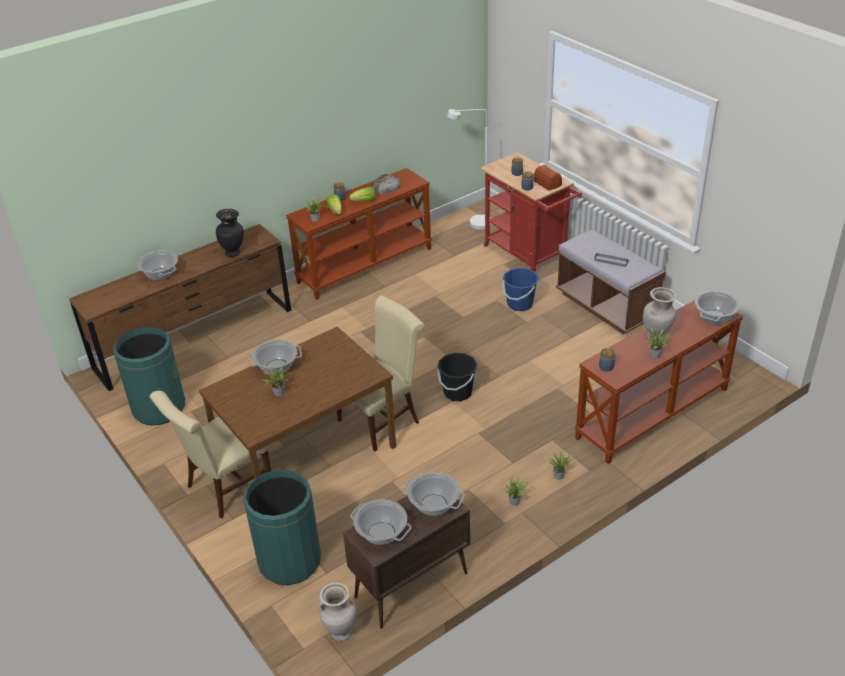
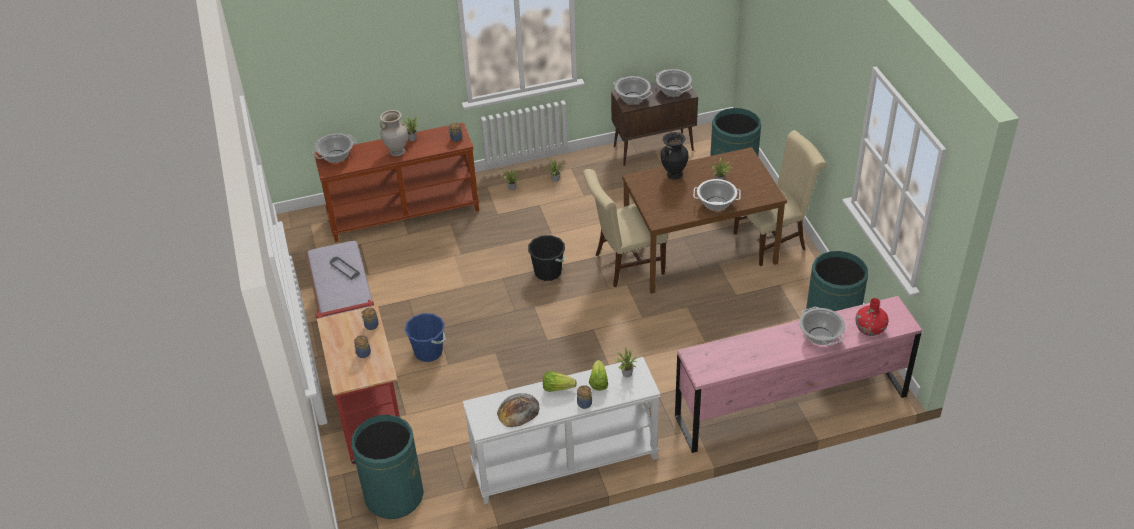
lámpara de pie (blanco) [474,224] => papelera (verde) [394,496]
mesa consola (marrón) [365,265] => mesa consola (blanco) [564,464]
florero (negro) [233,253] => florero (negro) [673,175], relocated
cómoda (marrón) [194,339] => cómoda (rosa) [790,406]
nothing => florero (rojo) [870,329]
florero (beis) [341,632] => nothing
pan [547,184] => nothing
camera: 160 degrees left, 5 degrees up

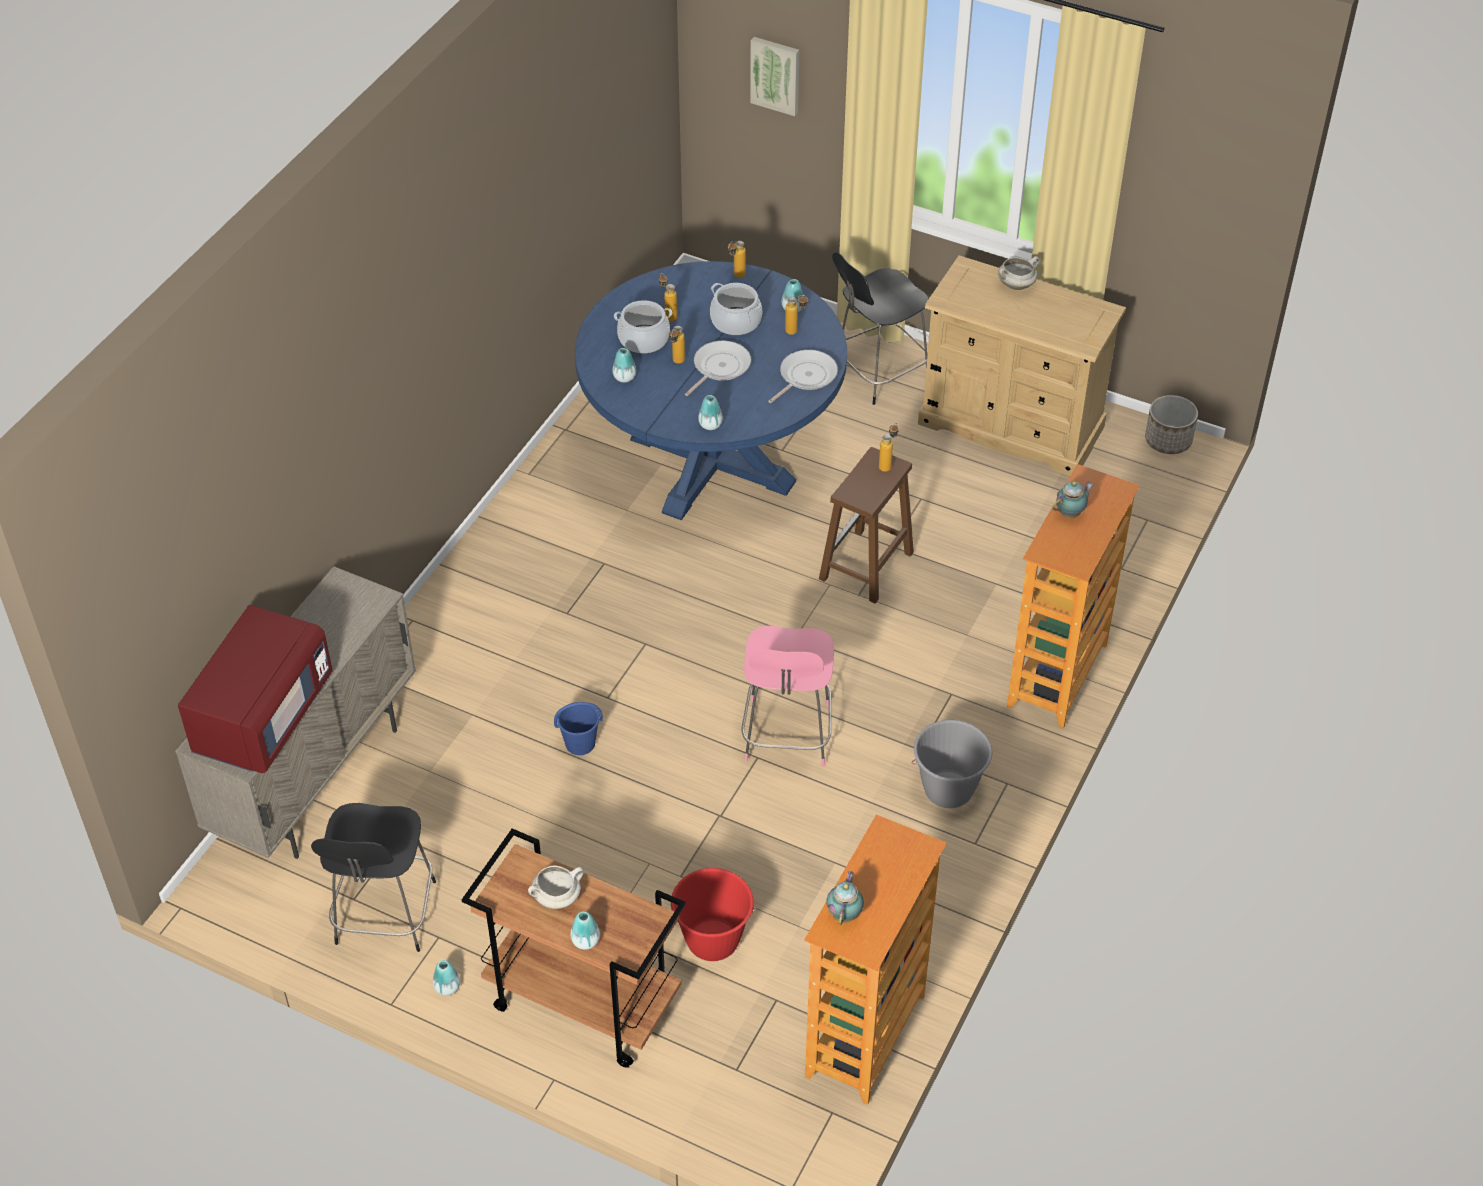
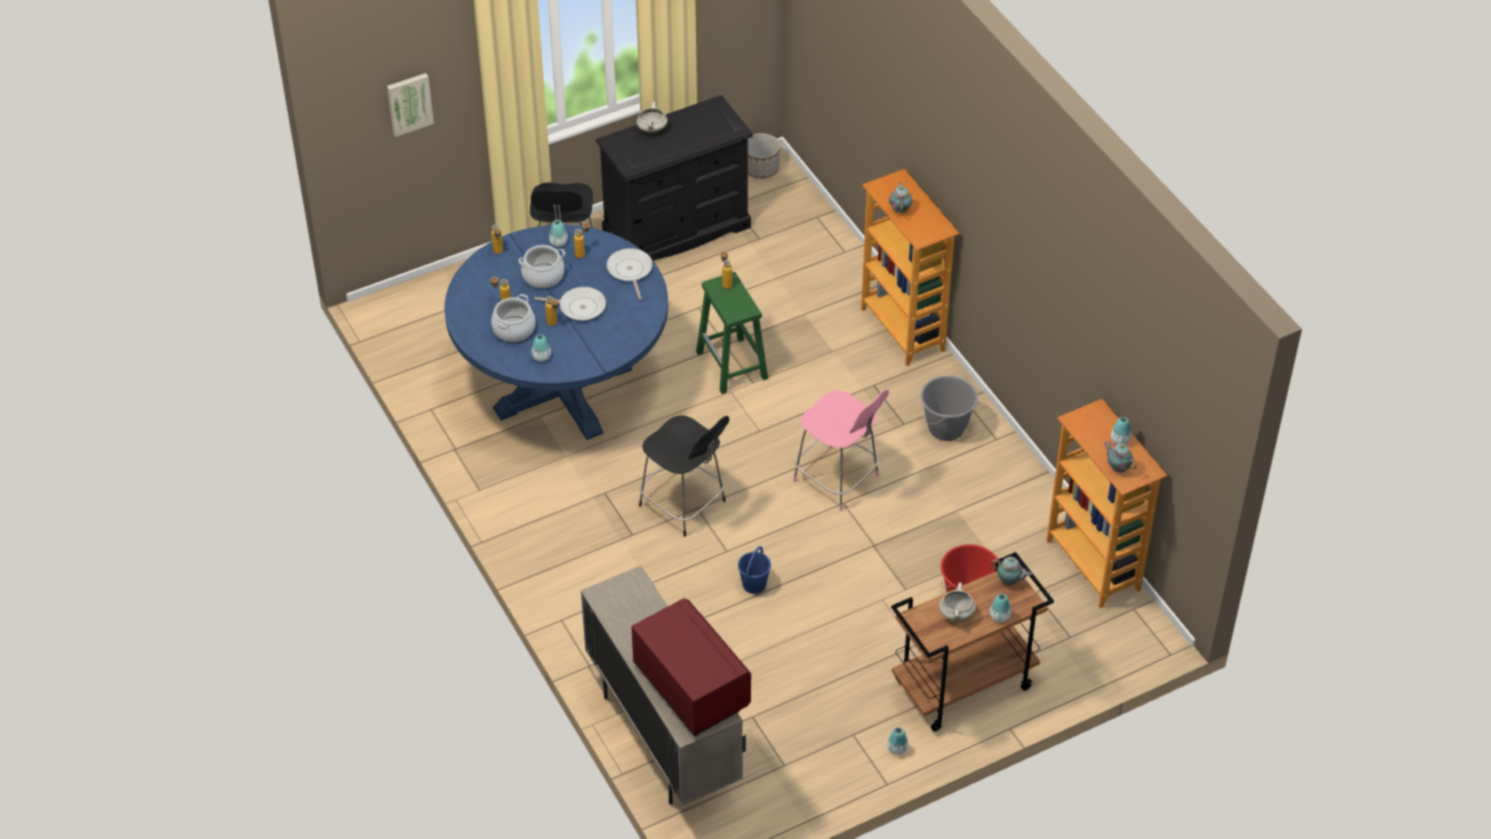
sartén [719,367] => sartén [579,307], 120 degrees clockwise
cómoda (beis) [1011,426] => cómoda (negro) [677,230]
silla (negro) [384,916] => silla (negro) [684,505], relocated
taburete (marrón) [866,567] => taburete (verde) [732,366]
nothing => tetera [1010,581]
florero [710,425] => florero [1120,440], relocated
camera: 55 degrees left, 0 degrees up

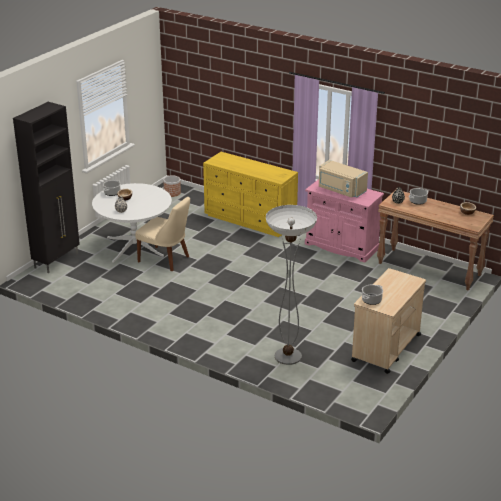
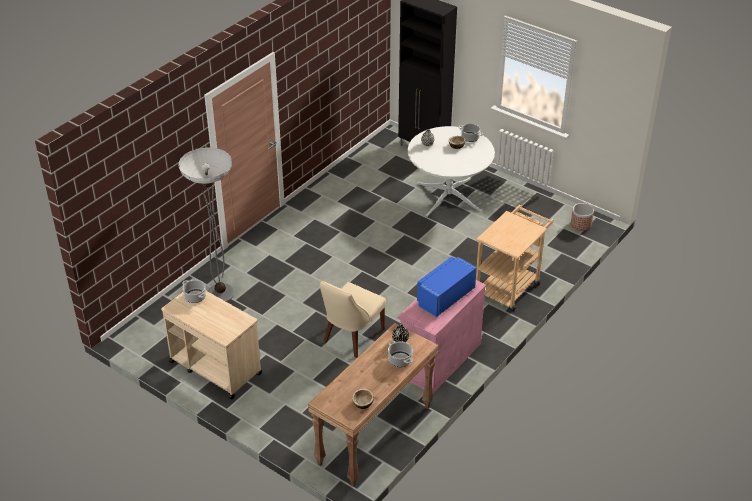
silla (beis) [165,259] => silla (beis) [351,337], relocated
microondas (beis) [341,190] => microondas (azul) [444,297]
cómoda (amarillo) [250,220] => carrito (beis) [510,285]
camera: 95 degrees right, 10 degrees up

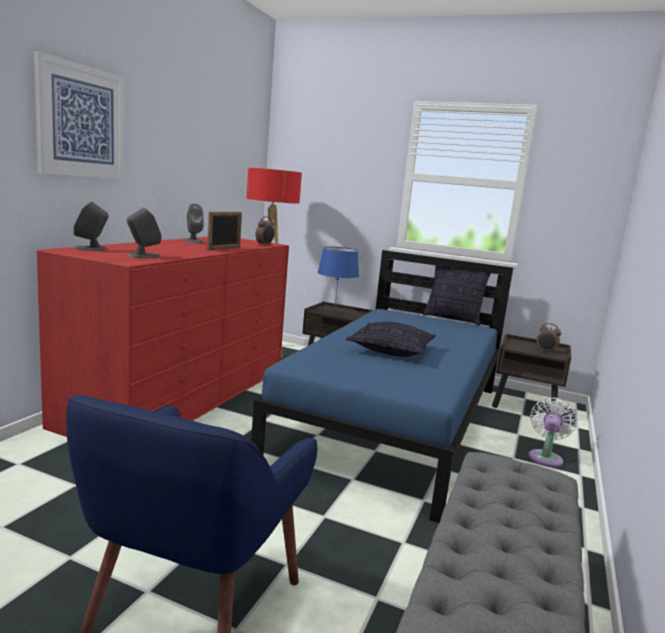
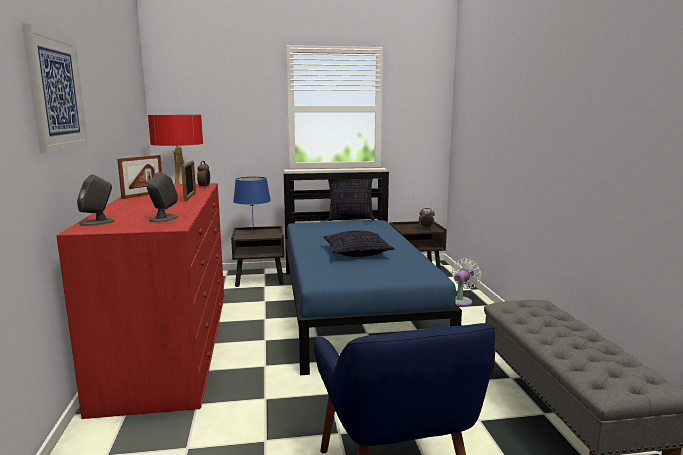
altavoz (gris) [193,241] => portarretratos [143,195]
ventilador (blanco) [545,457] => ventilador (blanco) [461,301], 45 degrees clockwise
camera: 30 degrees left, 0 degrees up

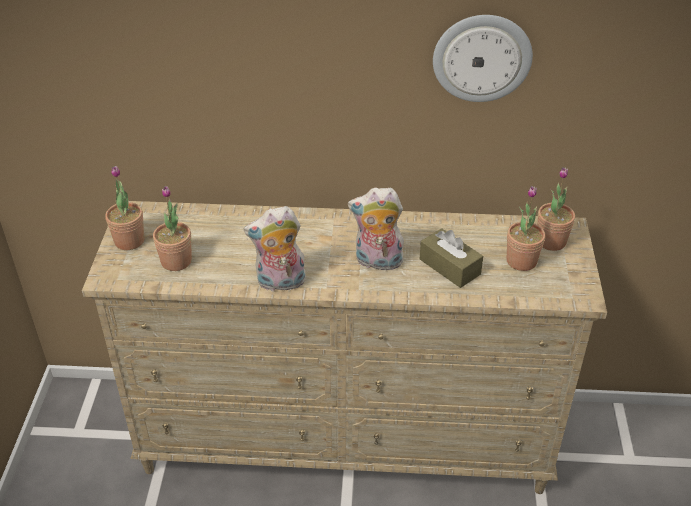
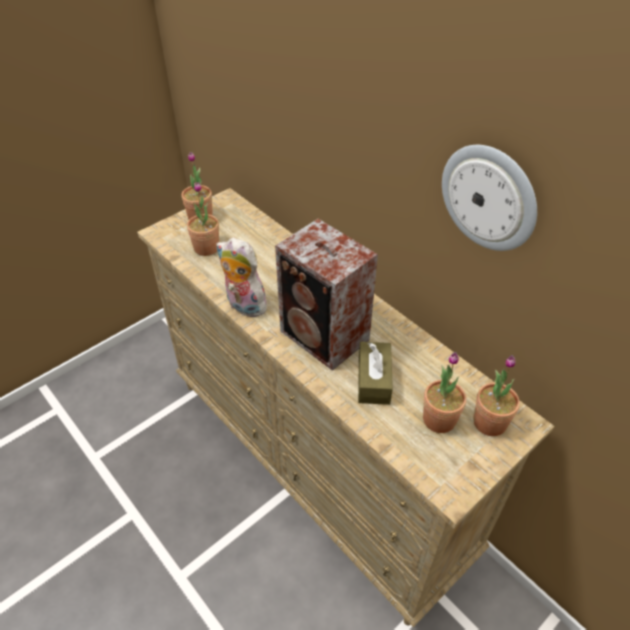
peluche [377,262] => altavoz [325,337]
camera: 45 degrees right, 5 degrees up

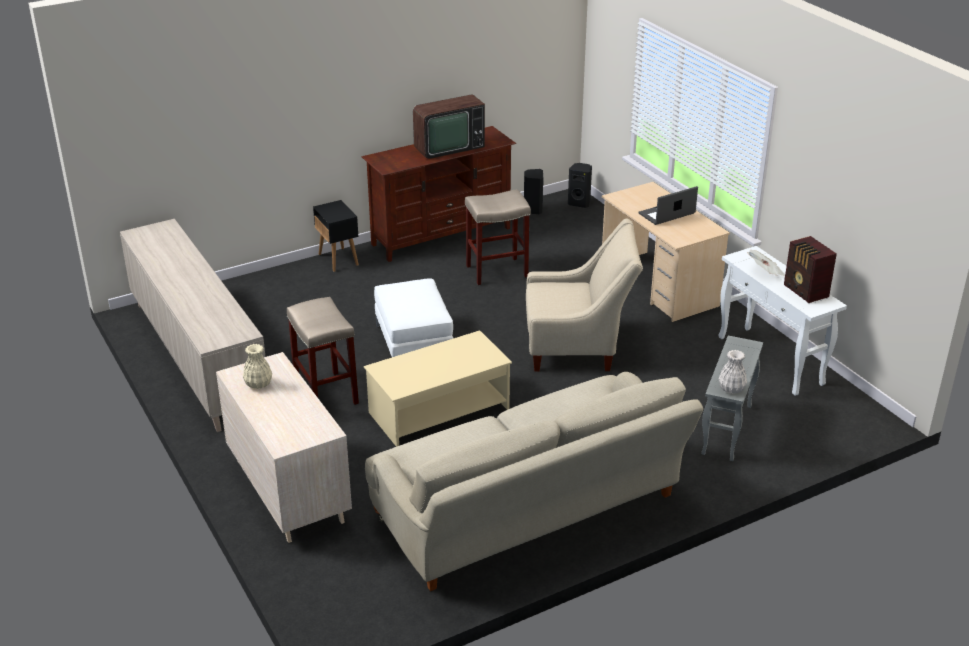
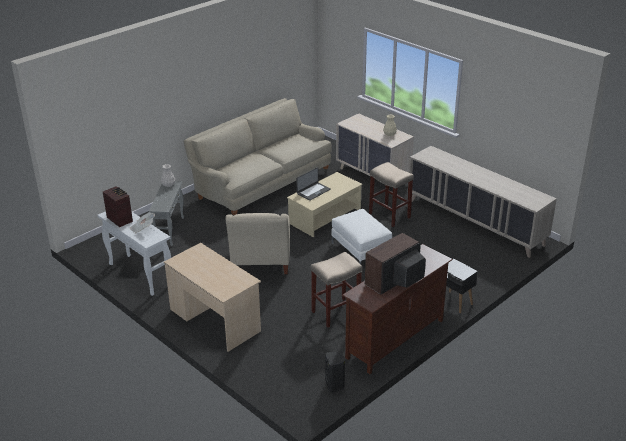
sillón (beis) [578,347] => sillón (beis) [260,264], 75 degrees counterclockwise
portátil [667,214] => portátil [313,191], relocated
altavoz (negro) [579,203] => nothing
camera: 165 degrees right, 0 degrees up

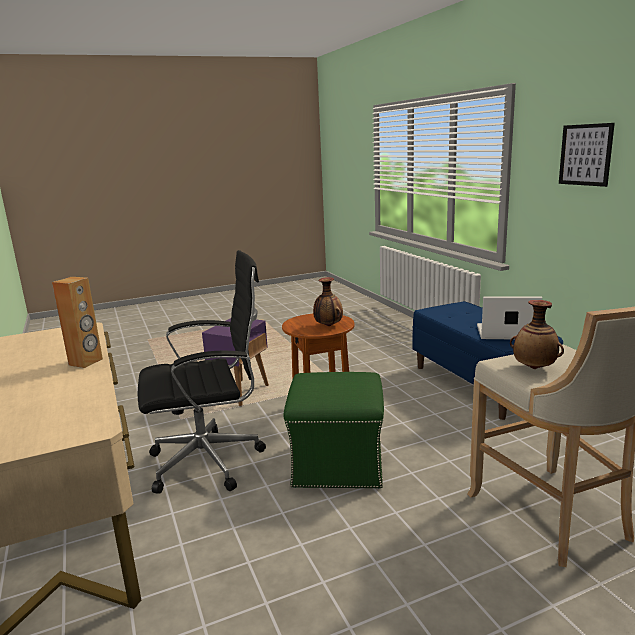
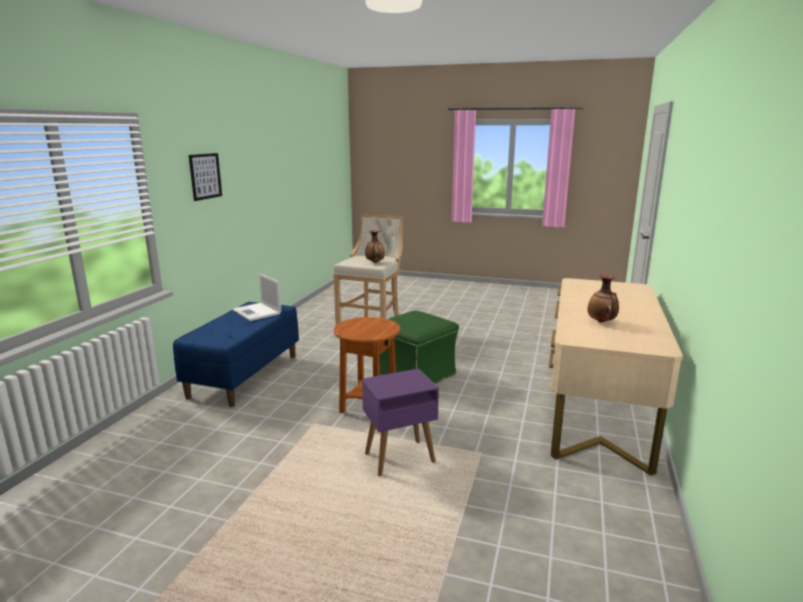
florero [328,326] => florero [601,322], relocated
altavoz (marrón) [86,362] => nothing
silla de oficina (negro) [211,461] => nothing
camera: 140 degrees left, 0 degrees up

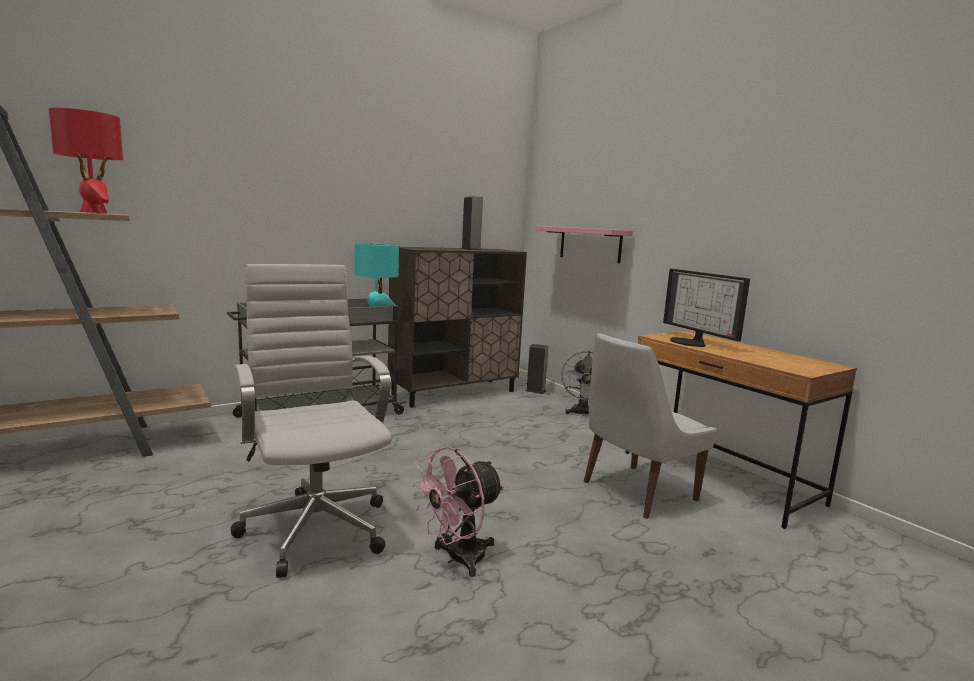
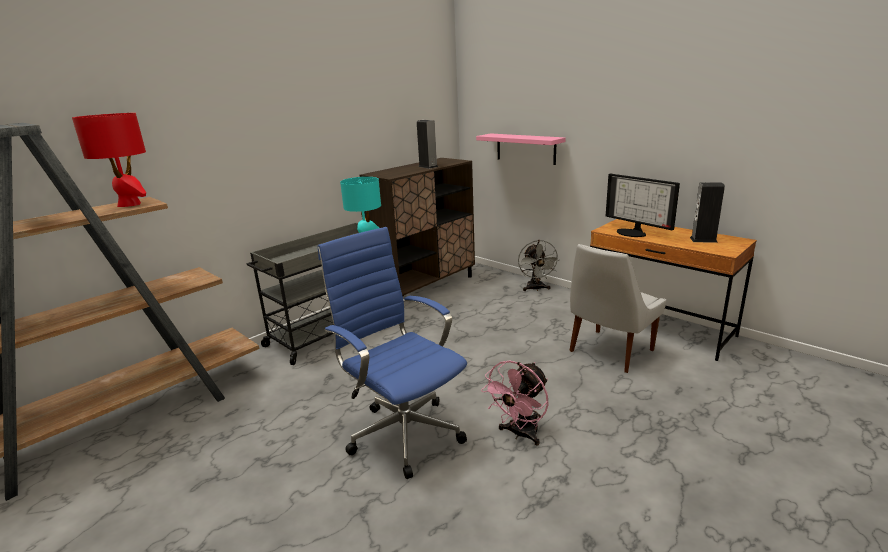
silla de oficina (blanco) [315,526] => silla de oficina (azul) [402,432]
altavoz [535,391] => altavoz [703,240], relocated
camera: 10 degrees left, 10 degrees up

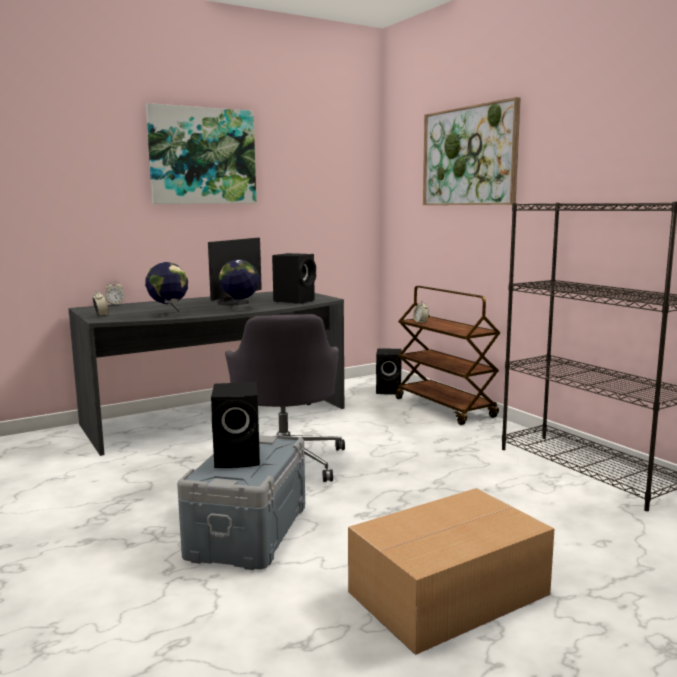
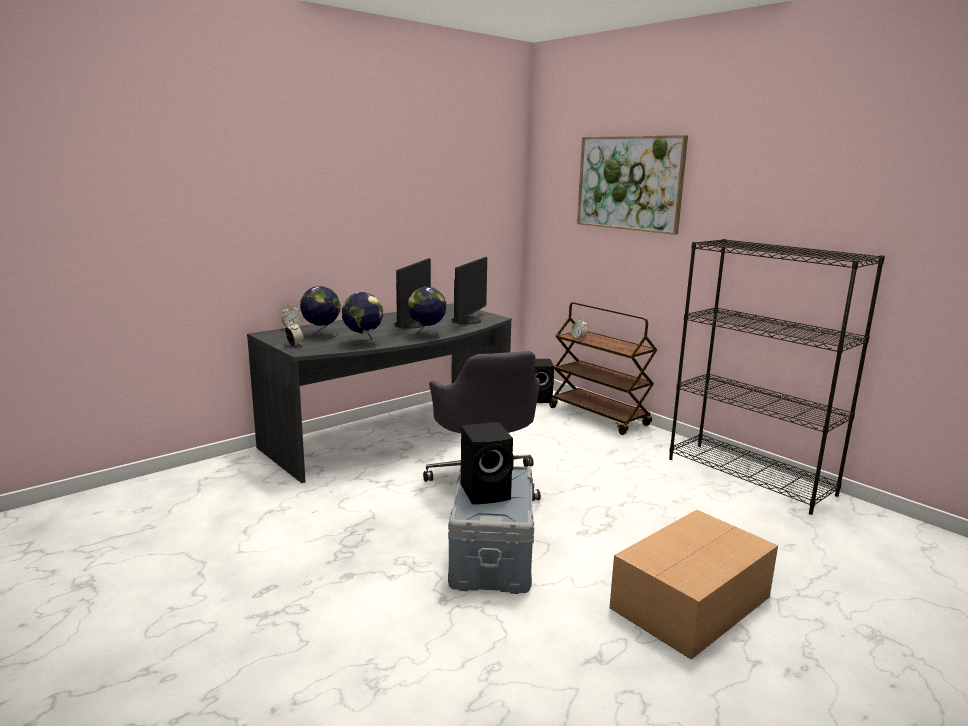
nothing => globo terráqueo [321,335]
altavoz (negro) [295,301] => monitor [468,321]
cuadro [202,156] => nothing
camera: 10 degrees left, 5 degrees up

